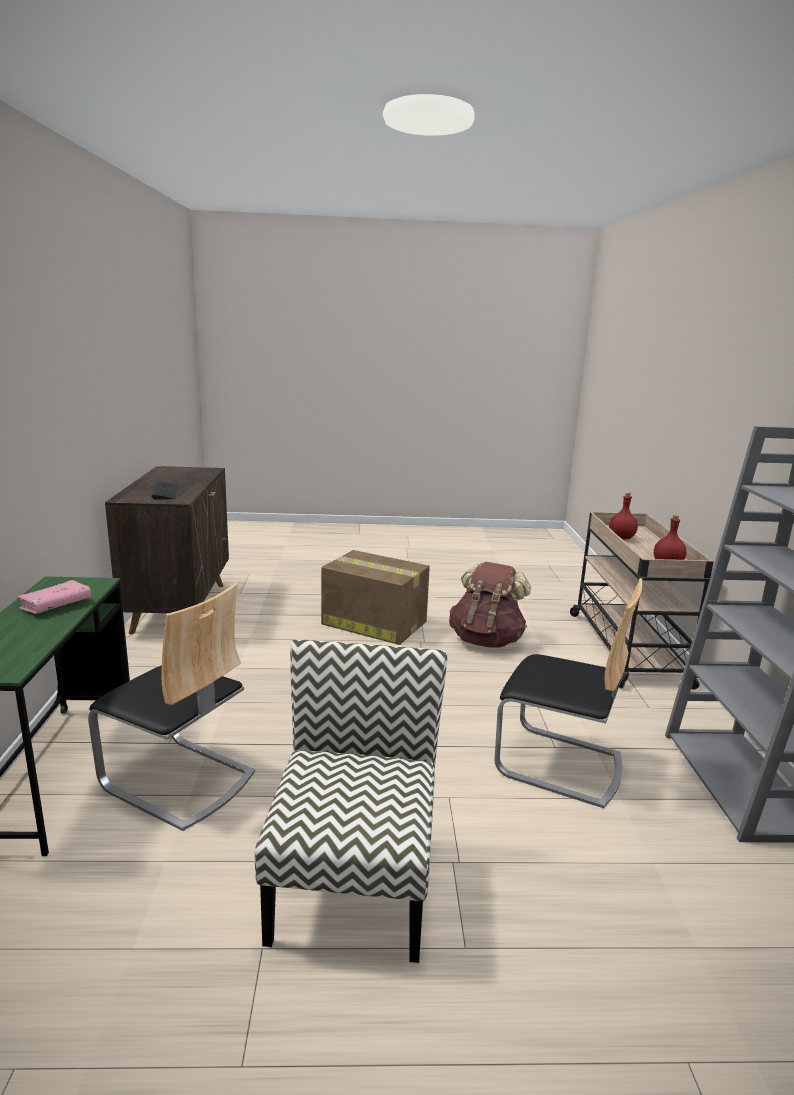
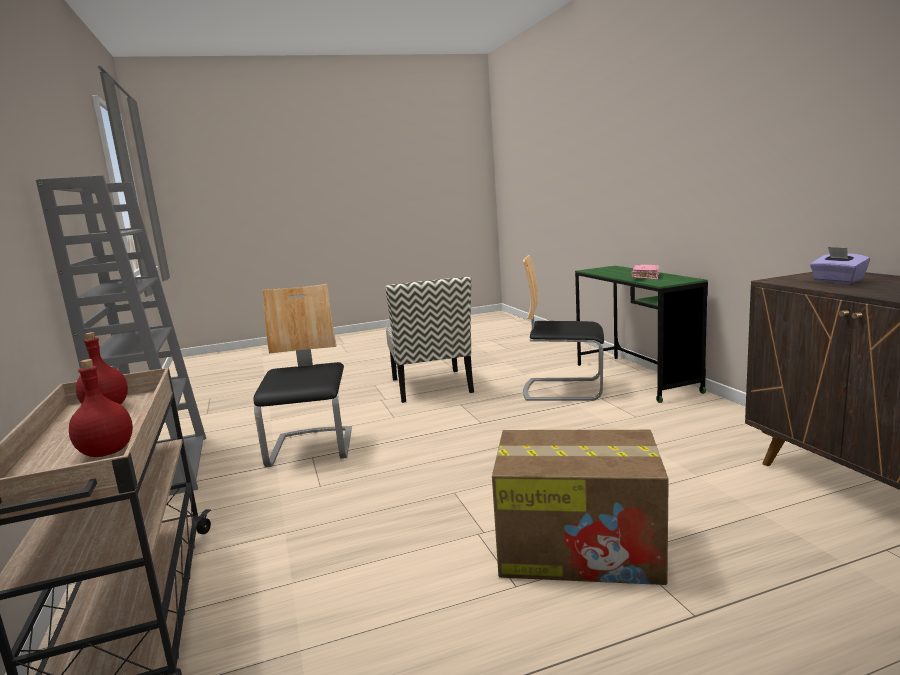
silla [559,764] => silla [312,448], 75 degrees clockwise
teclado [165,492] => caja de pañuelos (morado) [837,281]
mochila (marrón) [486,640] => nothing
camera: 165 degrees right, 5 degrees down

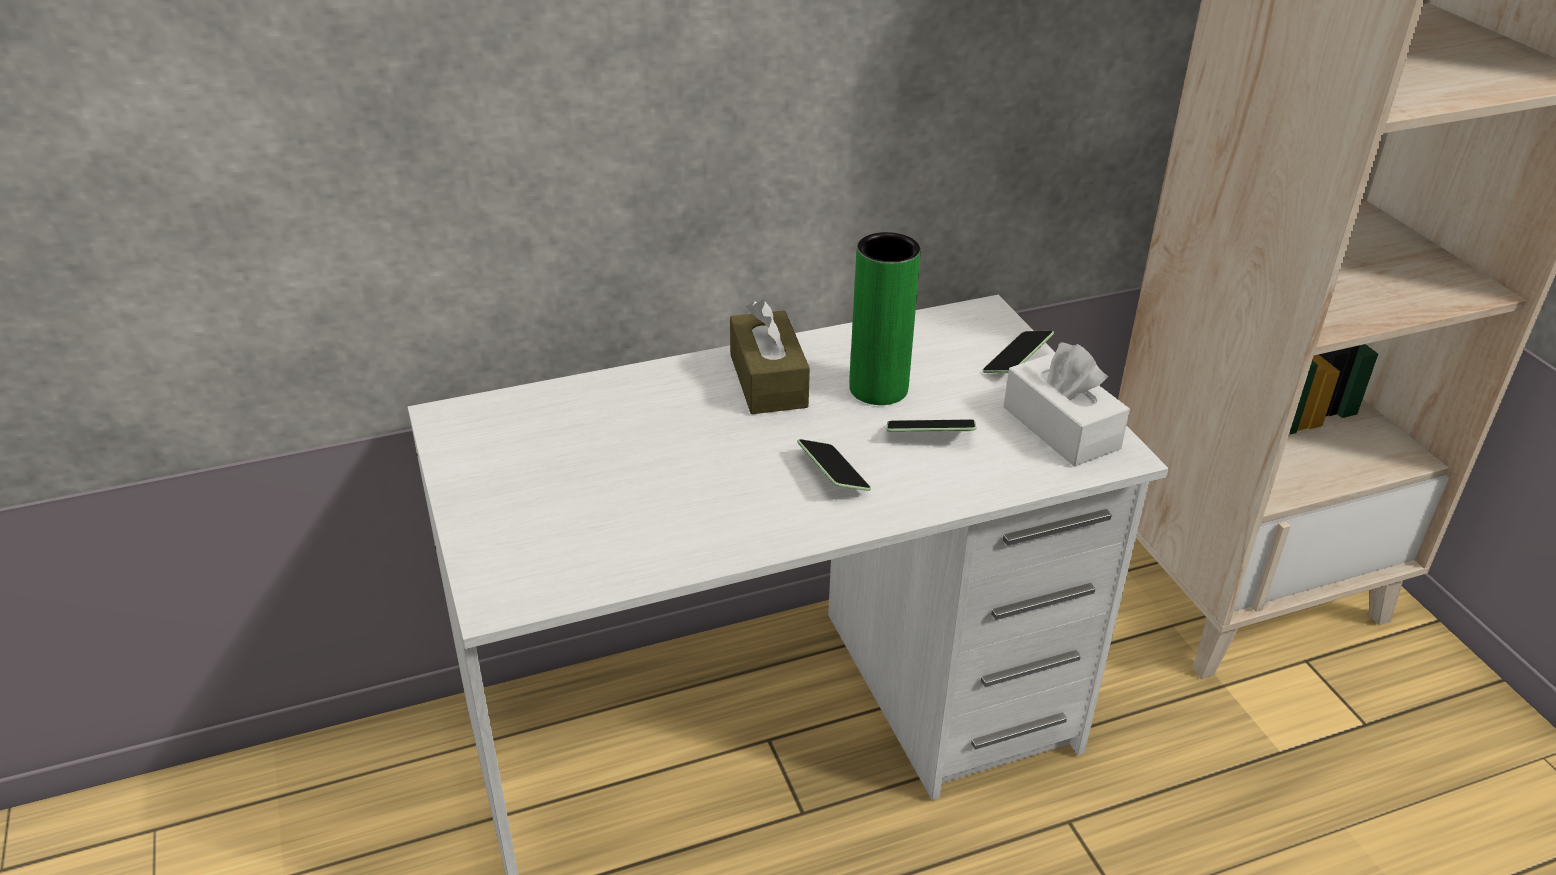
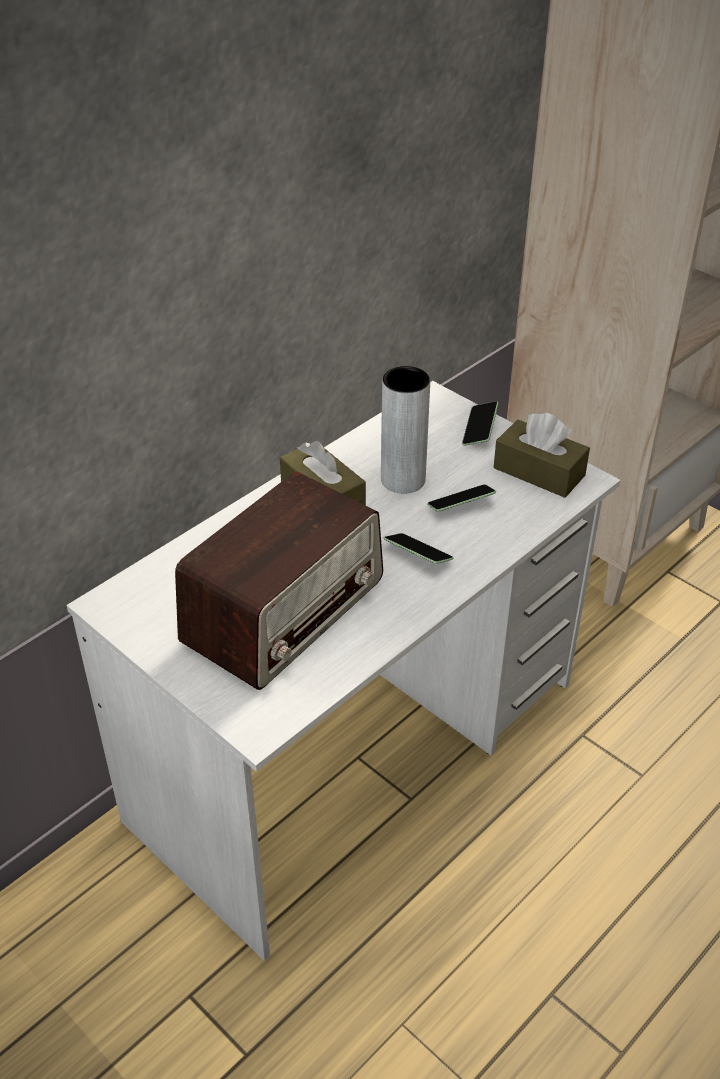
nothing => radio [285,610]
florero (verde) [878,389] => florero (gris) [403,480]
caja de pañuelos (blanco) [1061,428] => caja de pañuelos (marrón) [539,472]
camera: 25 degrees left, 5 degrees up

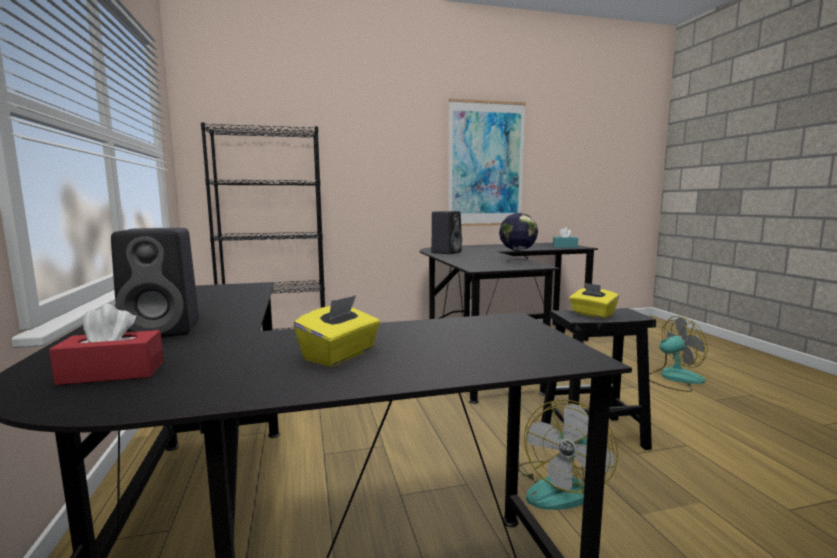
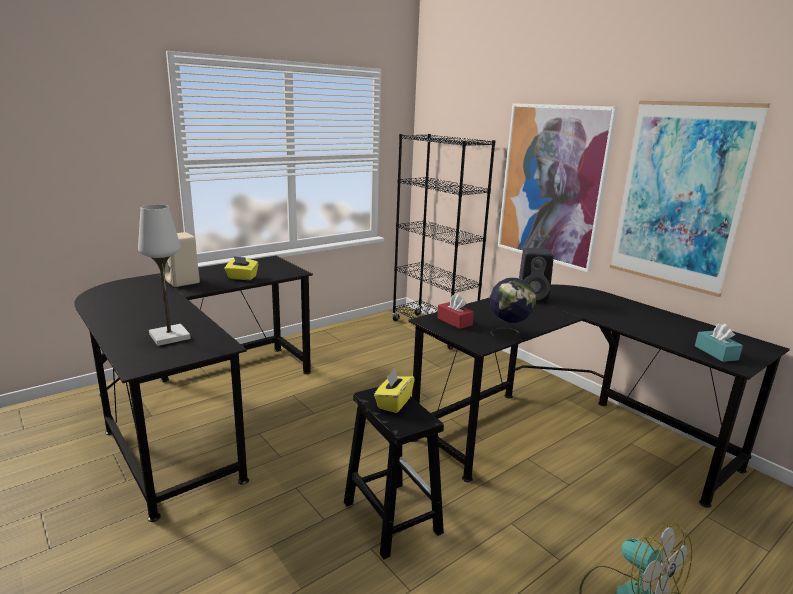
nothing => lámpara de mesa (blanco) [170,336]
altavoz (negro) [165,329] => altavoz (beis) [183,282]
caja de pañuelos (amarillo) [340,355] => caja de pañuelos (amarillo) [242,277], relocated
caja de pañuelos (rojo) [112,373] => caja de pañuelos (rojo) [454,321], relocated
nothing => cuadro [552,184]
ventilador [560,487] => nothing
camera: 65 degrees right, 10 degrees up

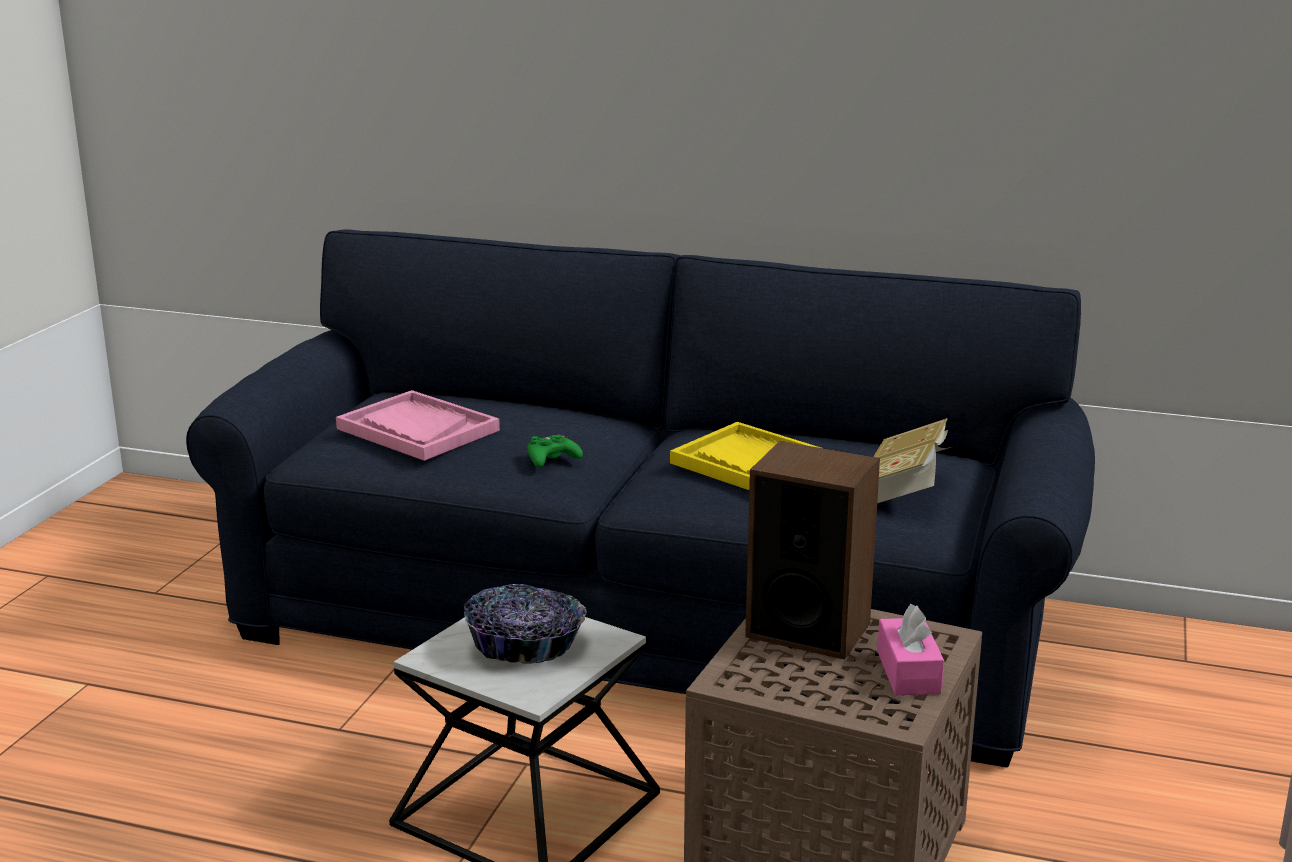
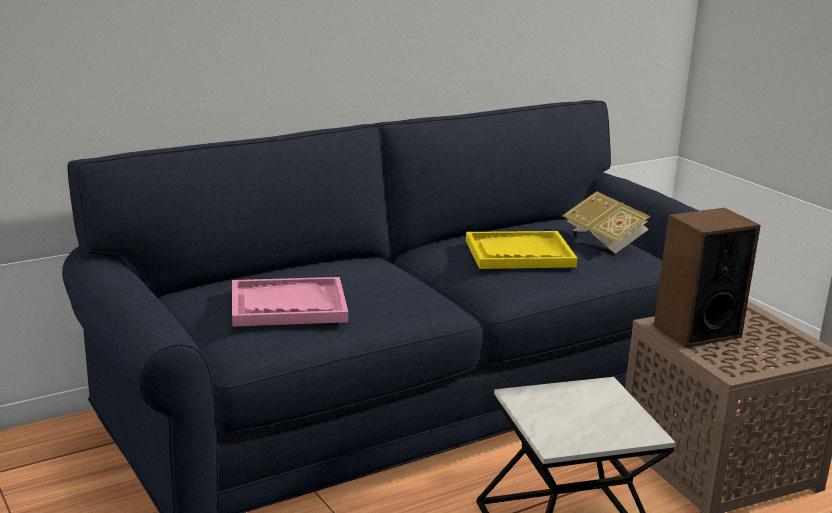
cuenco [524,646] => nothing
mando de consola (verde) [552,459] => nothing
caja de pañuelos (rosa) [908,672] => nothing
camera: 50 degrees left, 0 degrees up

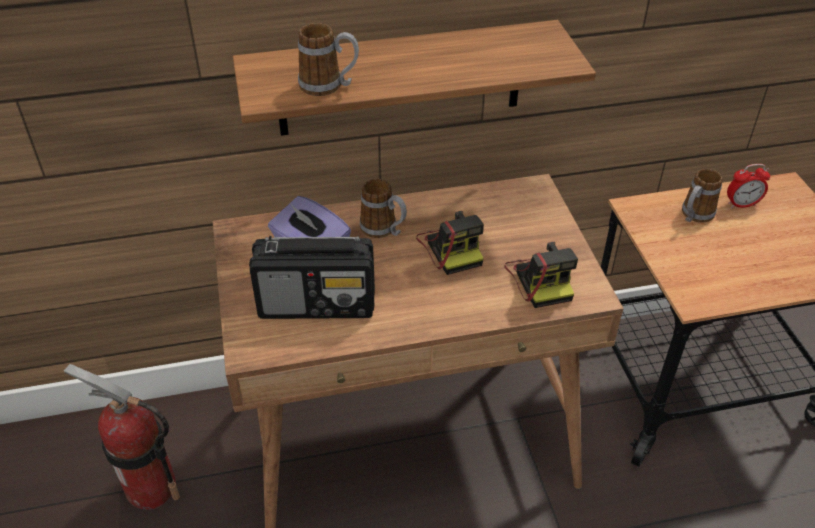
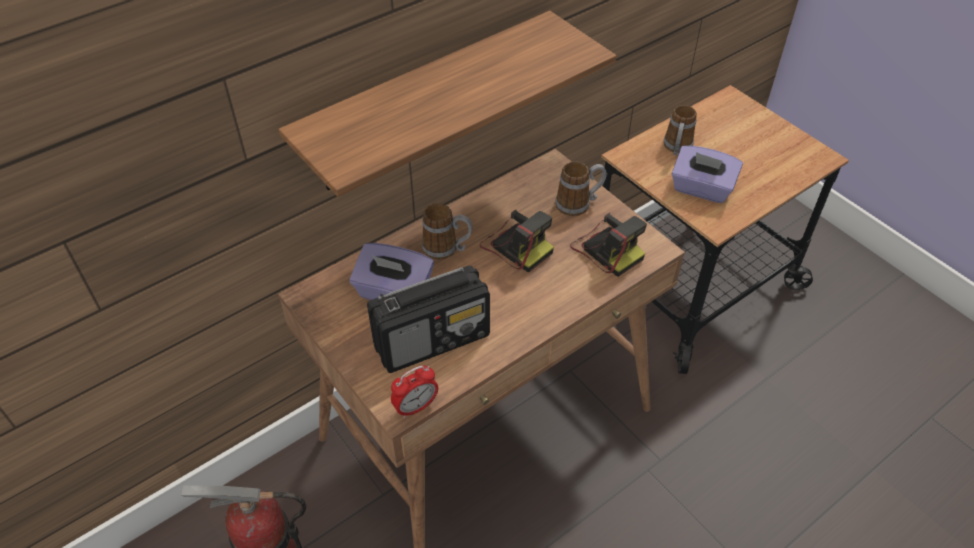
despertador [742,204] => despertador [416,407], relocated
taza grande [329,86] => taza grande [579,204], relocated
nothing => caja de pañuelos (morado) [701,189]
camera: 25 degrees left, 5 degrees up

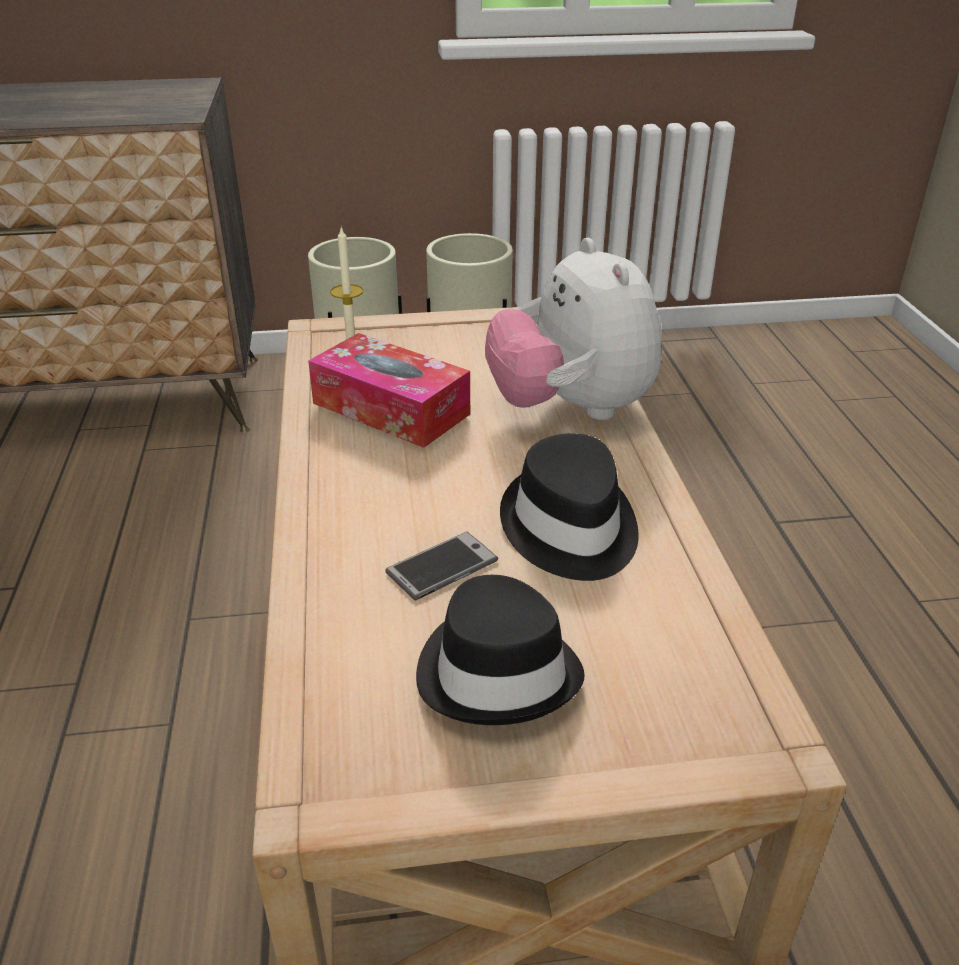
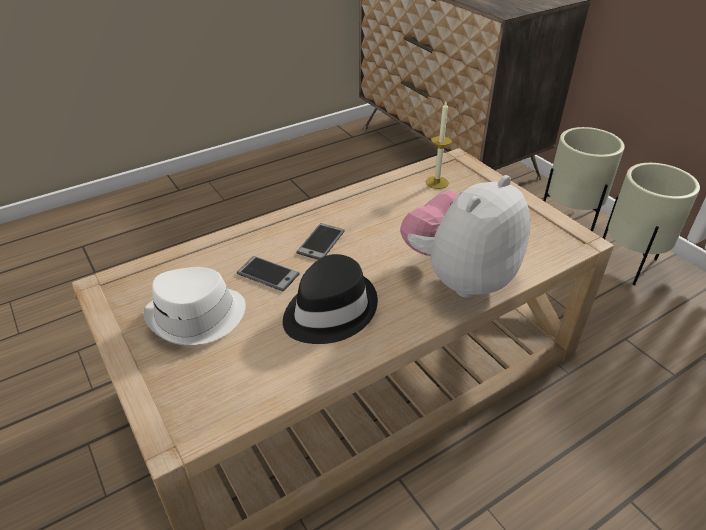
sombrero (negro) [498,671] => sombrero (blanco) [197,317]
nothing => móvil [321,242]
caja de pañuelos [391,409] => nothing
camera: 65 degrees right, 5 degrees up

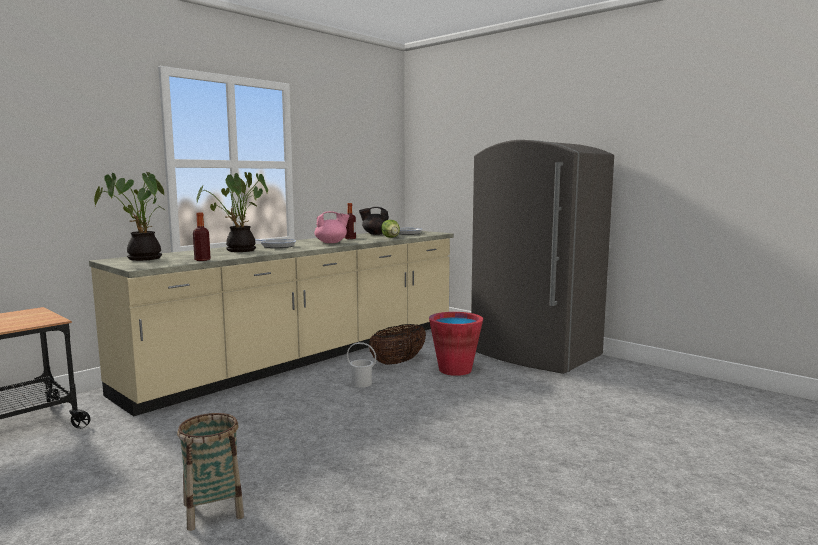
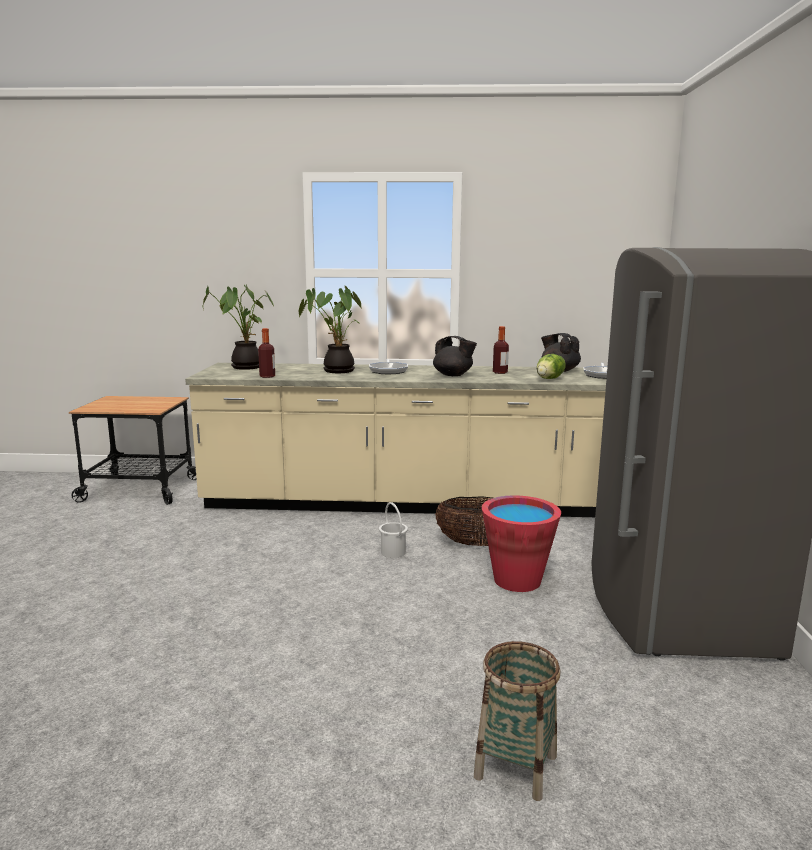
tetera (rosa) [331,242] => tetera (negro) [453,375]
cesta [213,510] => cesta [516,766], relocated
camera: 50 degrees right, 5 degrees up

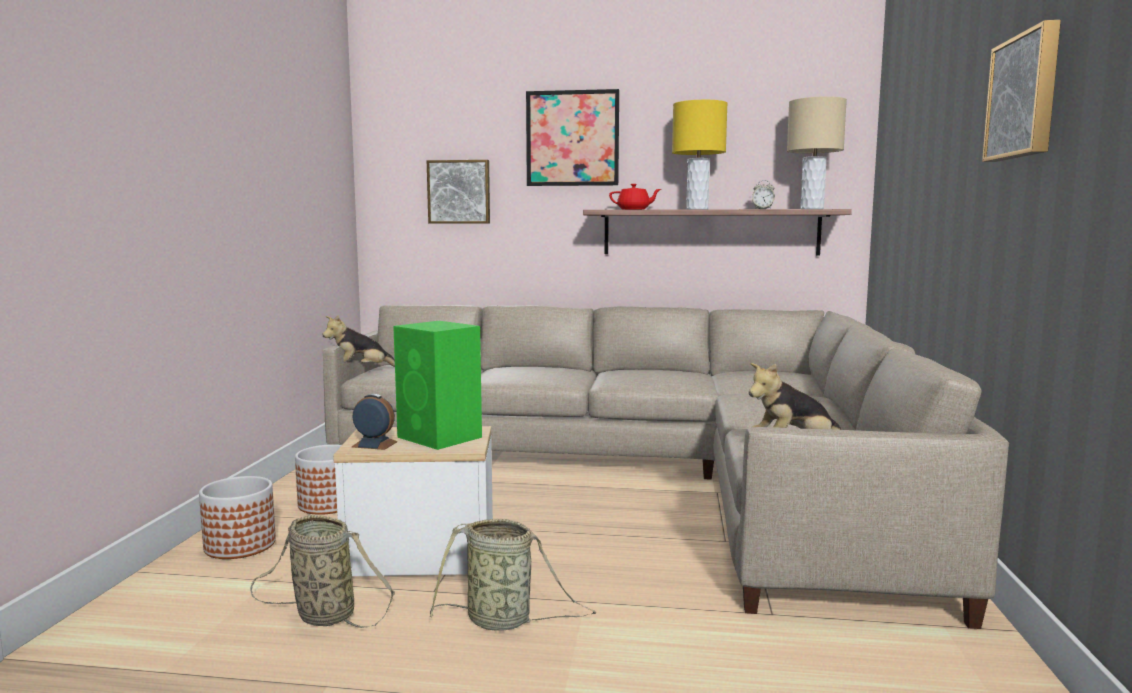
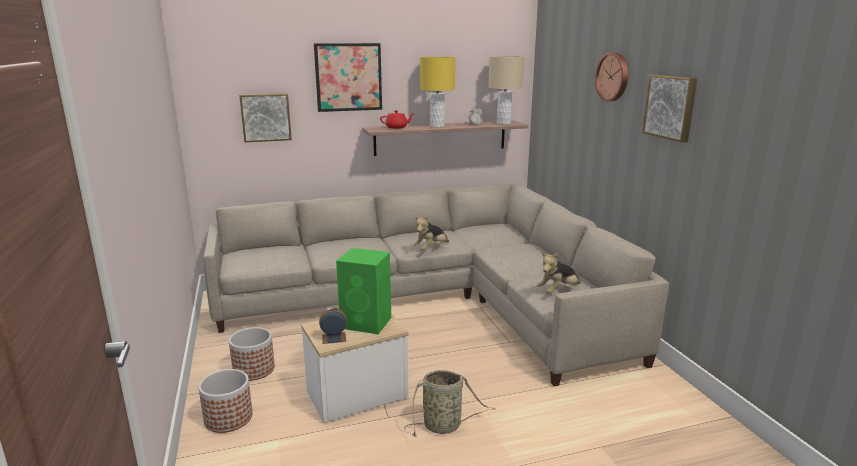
peluche [361,370] => peluche [431,249], relocated
nothing => reloj de pared [613,77]
cesta [321,615] => nothing
camera: 25 degrees left, 10 degrees up

